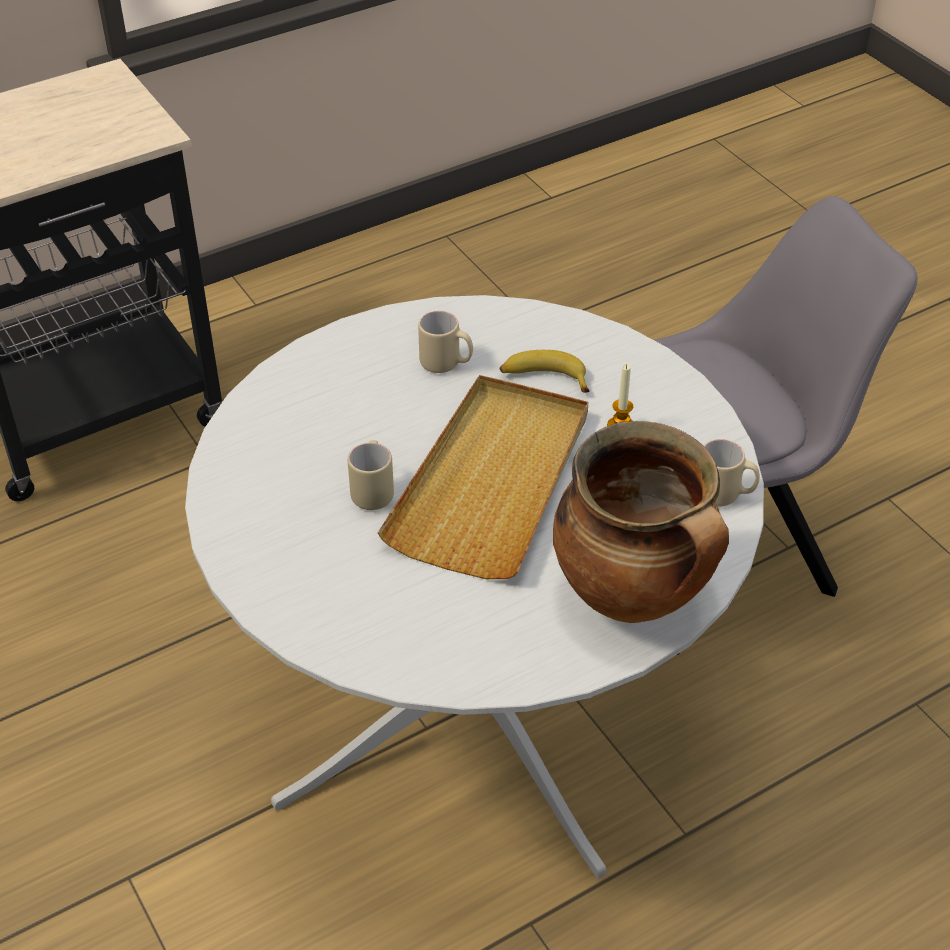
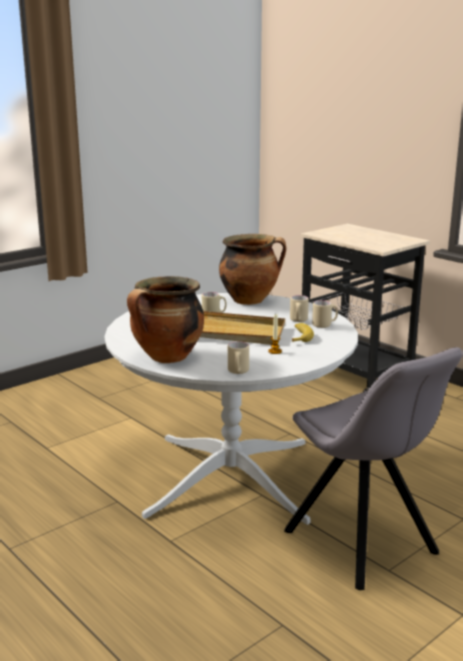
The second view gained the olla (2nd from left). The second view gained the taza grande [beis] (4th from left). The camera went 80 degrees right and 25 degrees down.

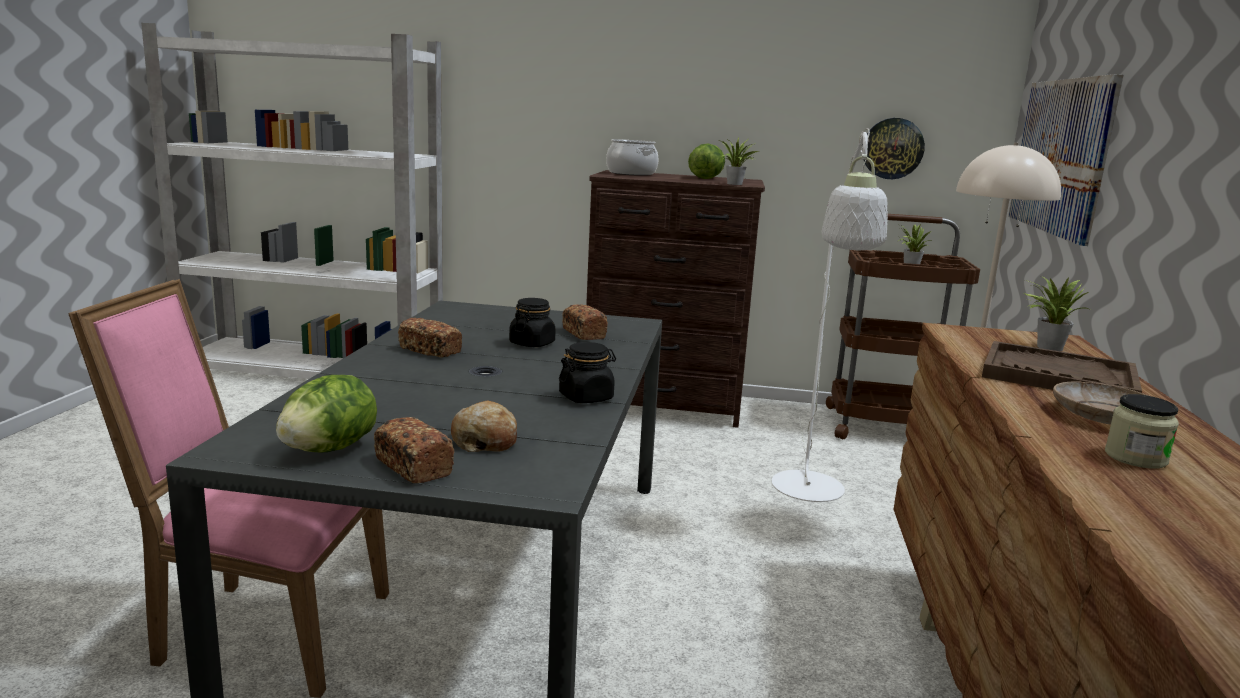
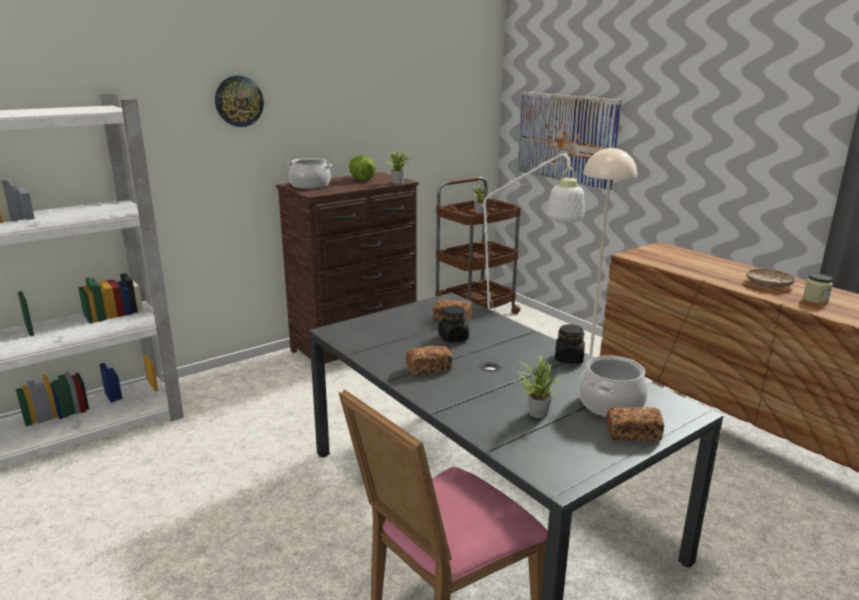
The second view lost the lechuga (1st from left). The second view lost the bandeja [marrón]. The reloj de pared ended up elsewhere. The planta en maceta (3rd from left) ended up elsewhere. Where the pan (3rd from left) stood, the olla (2nd from left) came to stand. The camera went 45 degrees left and 5 degrees up.

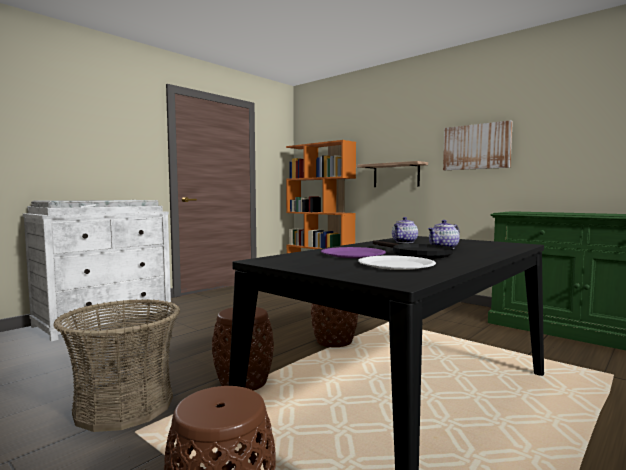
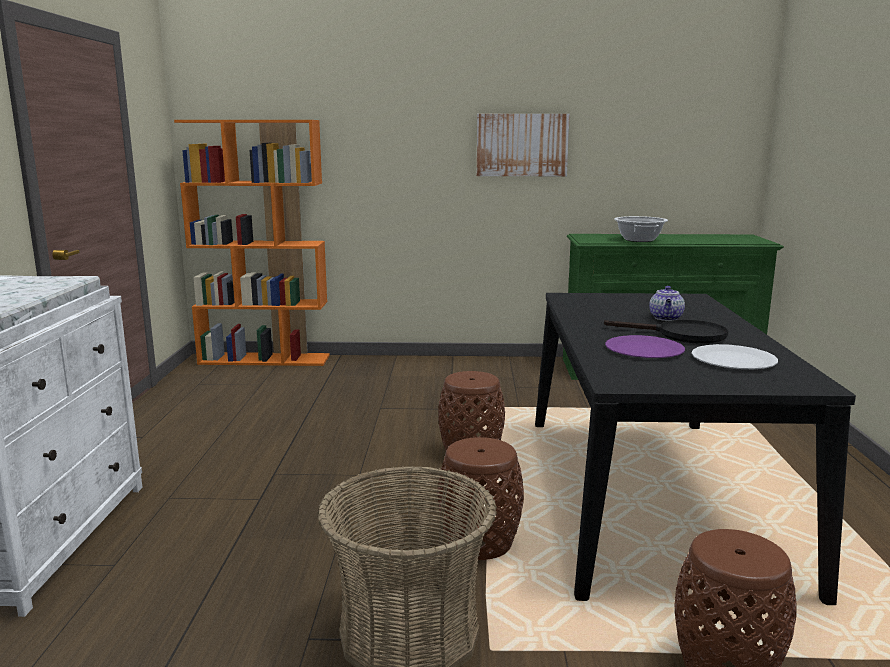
The second view lost the estante. The second view lost the tetera (1st from left). The second view gained the olla. The camera went 40 degrees left and 10 degrees up.

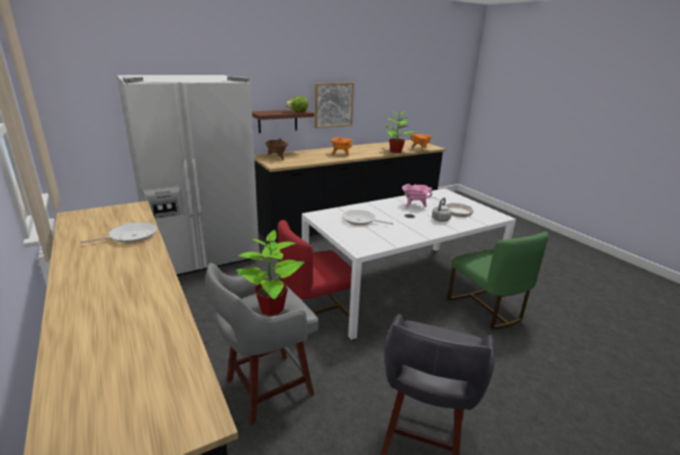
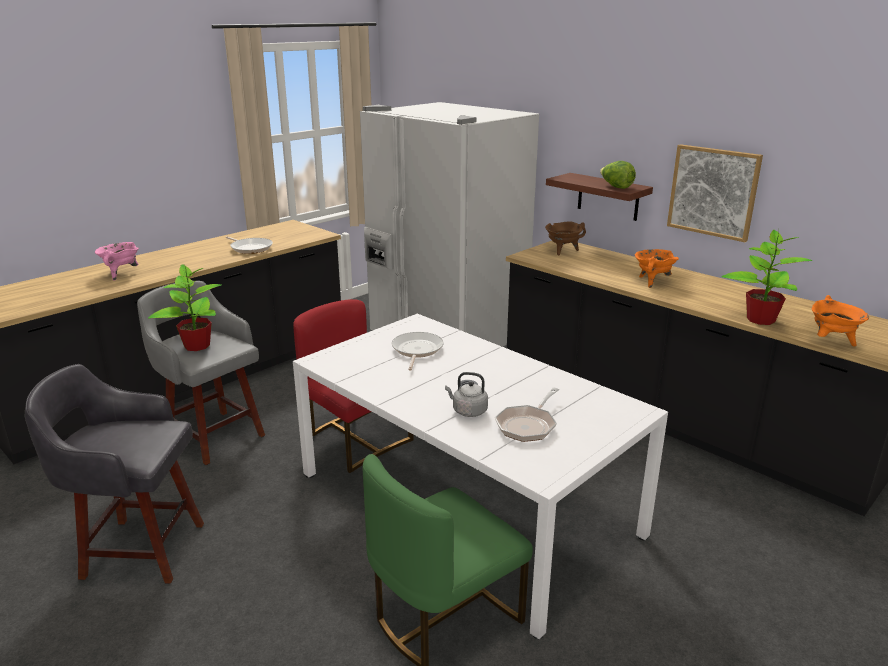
The olla [rosa] ended up elsewhere. The camera went 75 degrees right and 0 degrees up.

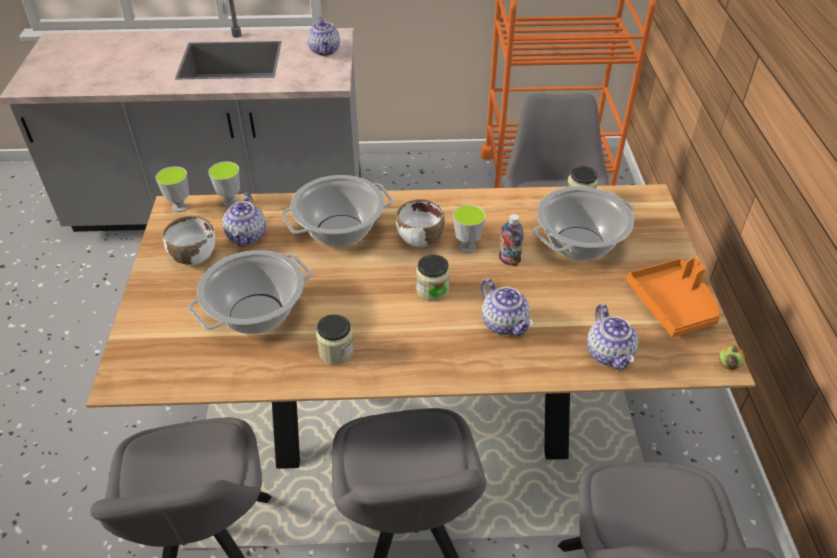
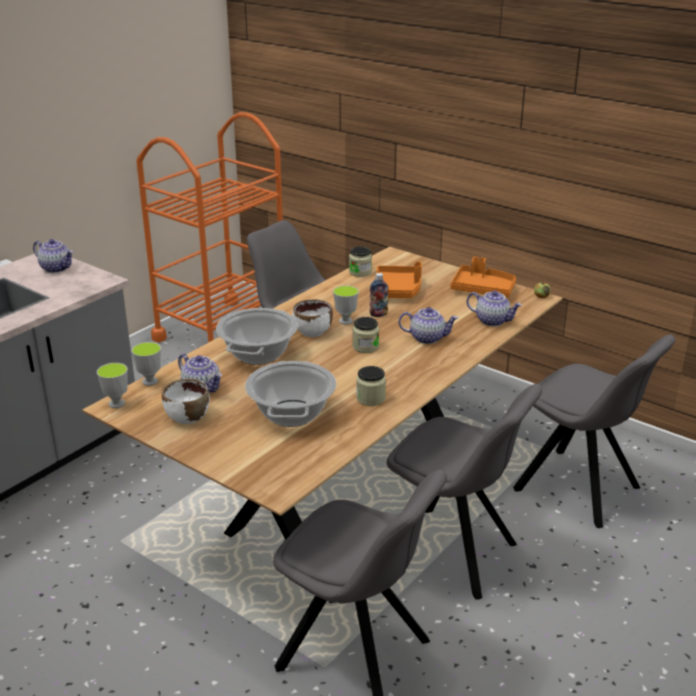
Where the olla (3rd from left) stood, the bandeja [naranja] (1st from left) came to stand. The camera went 50 degrees left and 15 degrees down.

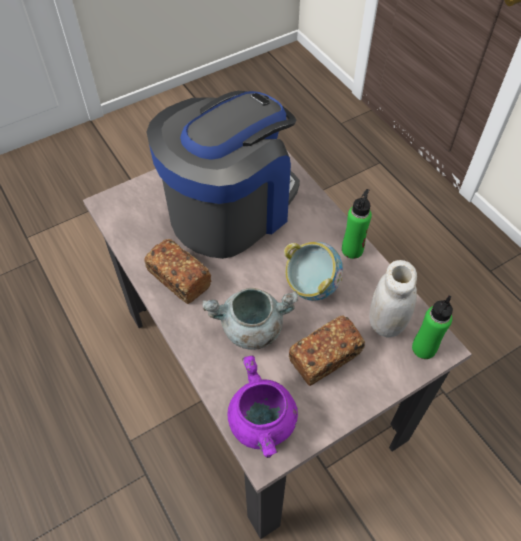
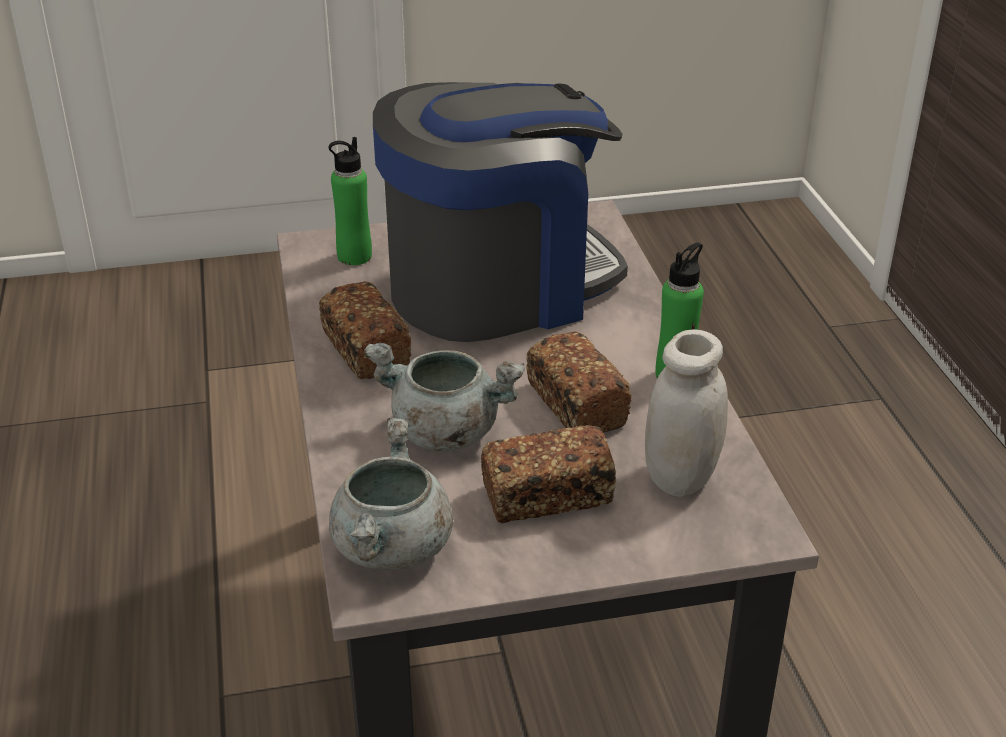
The botella [verde] (2nd from left in the first image) ended up elsewhere. Where the cuenco stood, the pan (3rd from left) came to stand. What was the olla [morado] turned into the olla [gris] (1st from left). The camera went 20 degrees right and 20 degrees down.

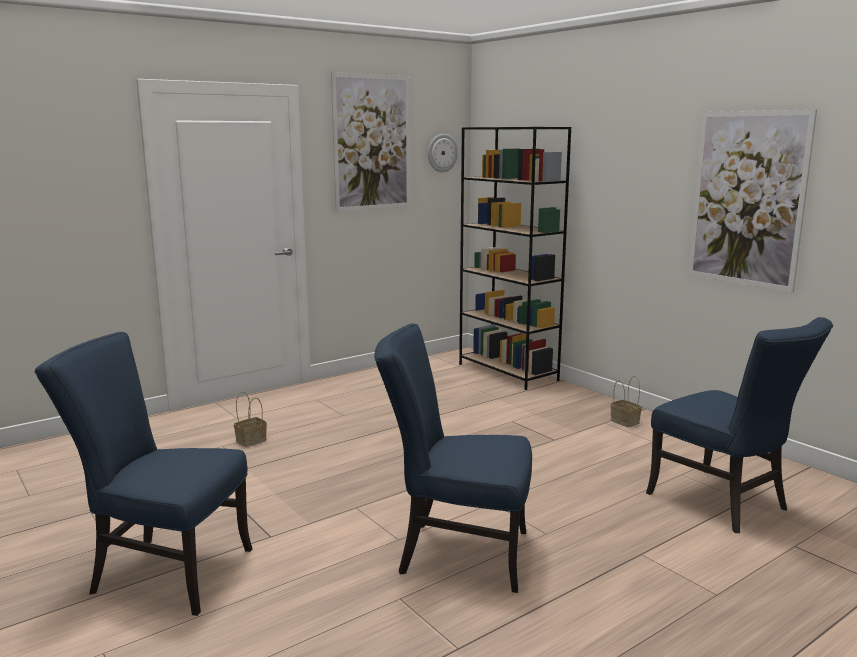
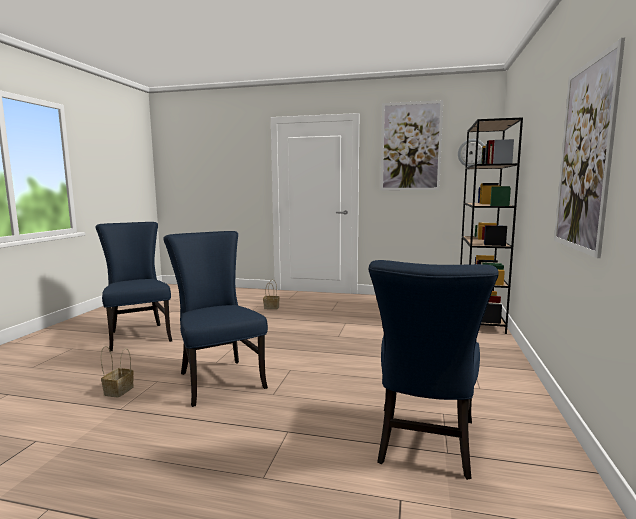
The cesta (2nd from left in the first image) ended up elsewhere. The camera went 50 degrees right and 5 degrees down.

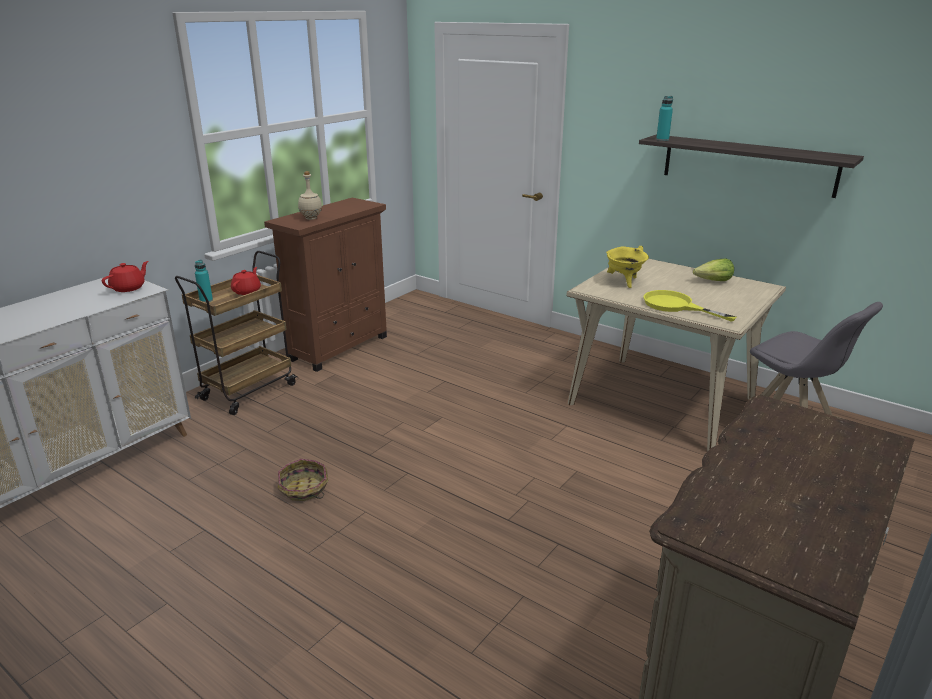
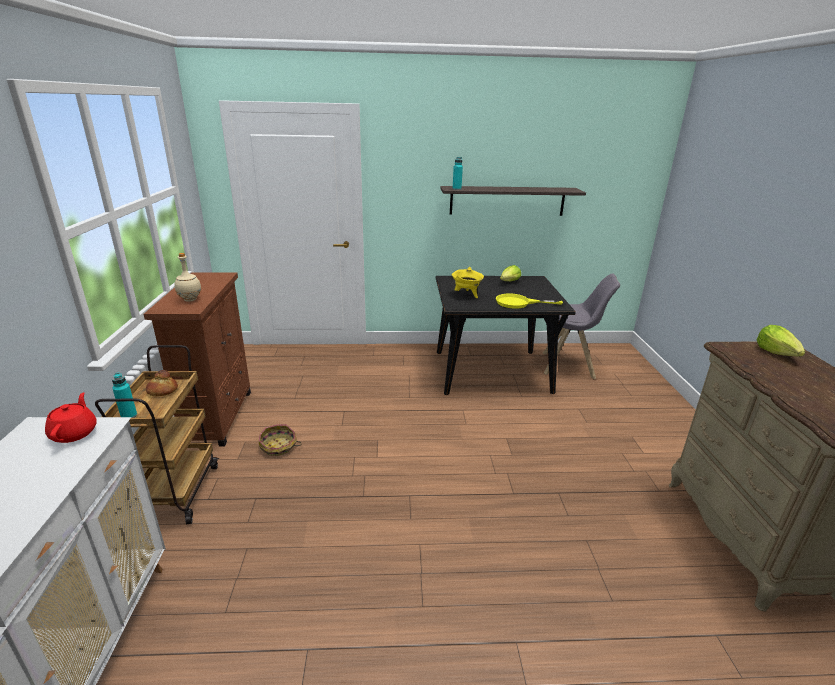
The second view gained the lechuga (2nd from left). The cesta ended up elsewhere. Where the tetera [rojo] (2nd from left) stood, the pan came to stand. What was the mesa de comedor [beis] turned into the mesa de comedor [negro]. The camera went 40 degrees left and 0 degrees up.

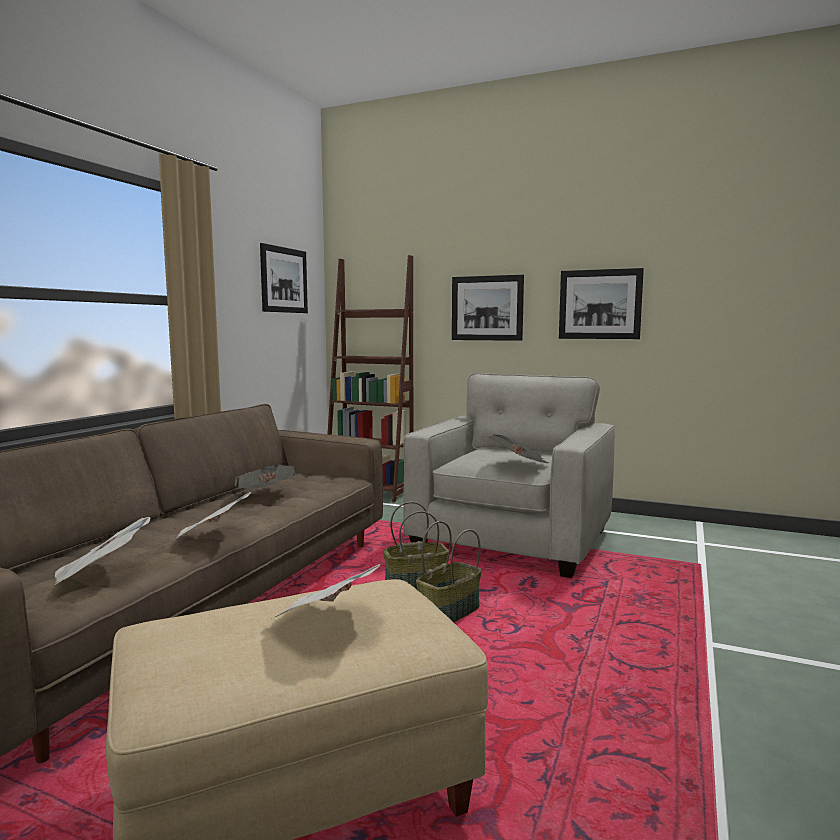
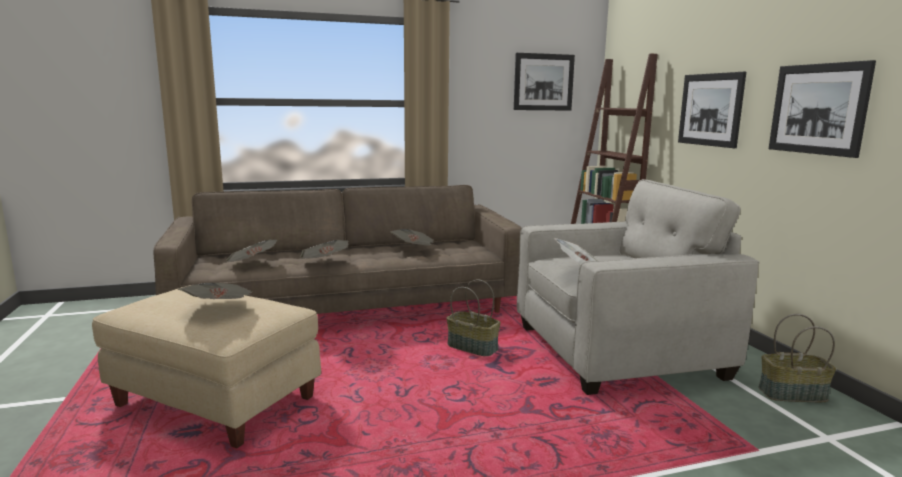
The cesta (2nd from left) ended up elsewhere. The camera went 50 degrees right and 5 degrees up.

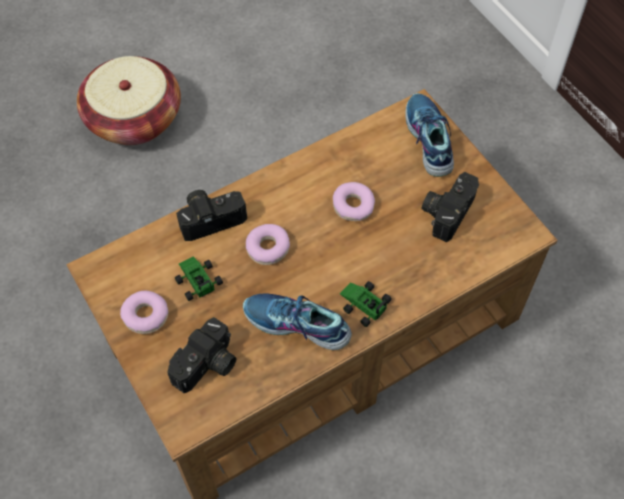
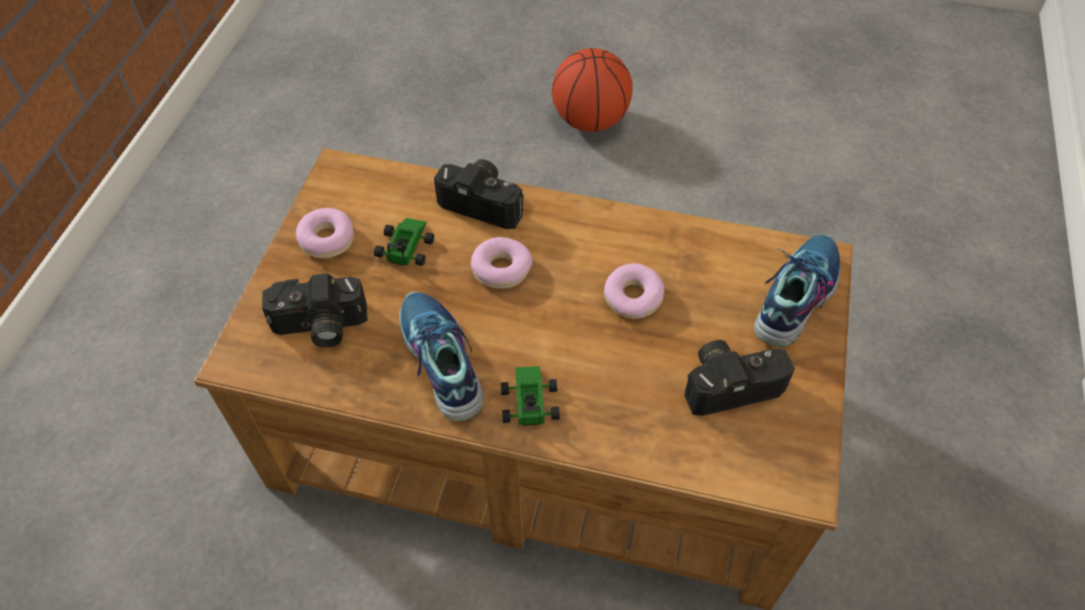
Where the cesta stood, the balón de baloncesto came to stand. The camera went 45 degrees right and 5 degrees down.

